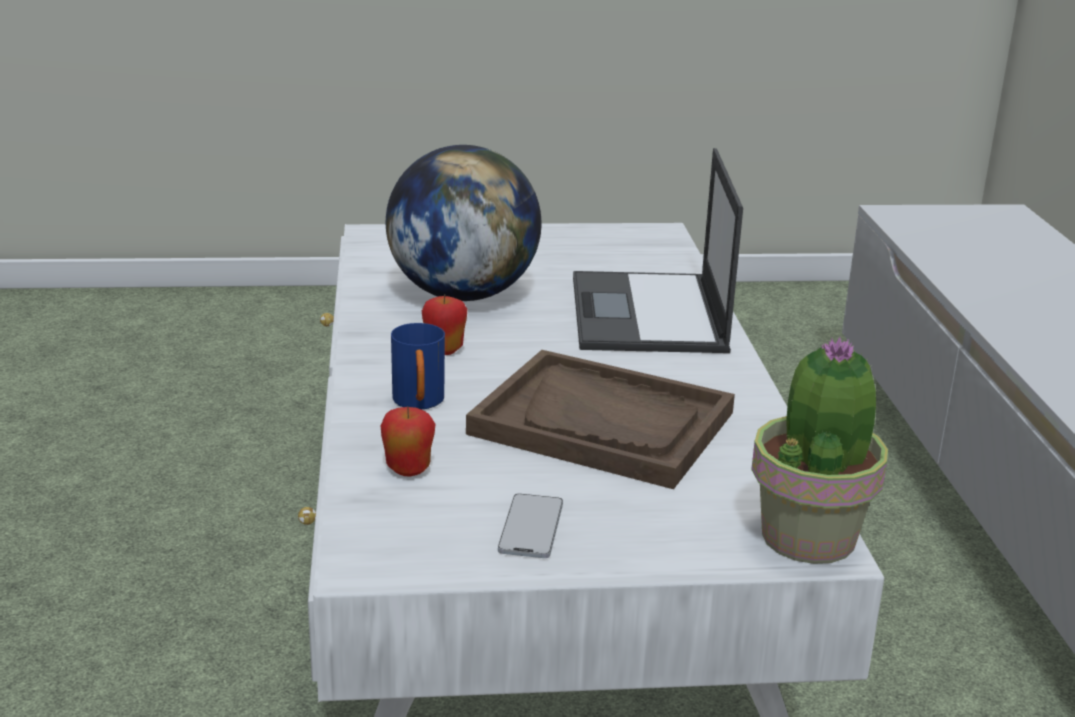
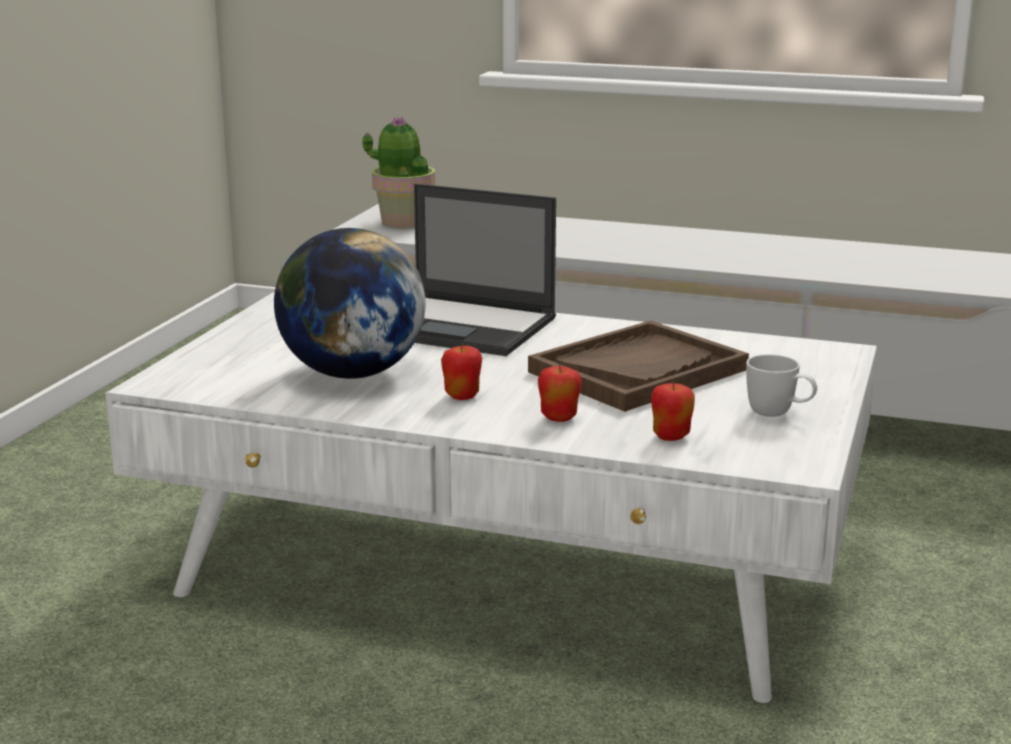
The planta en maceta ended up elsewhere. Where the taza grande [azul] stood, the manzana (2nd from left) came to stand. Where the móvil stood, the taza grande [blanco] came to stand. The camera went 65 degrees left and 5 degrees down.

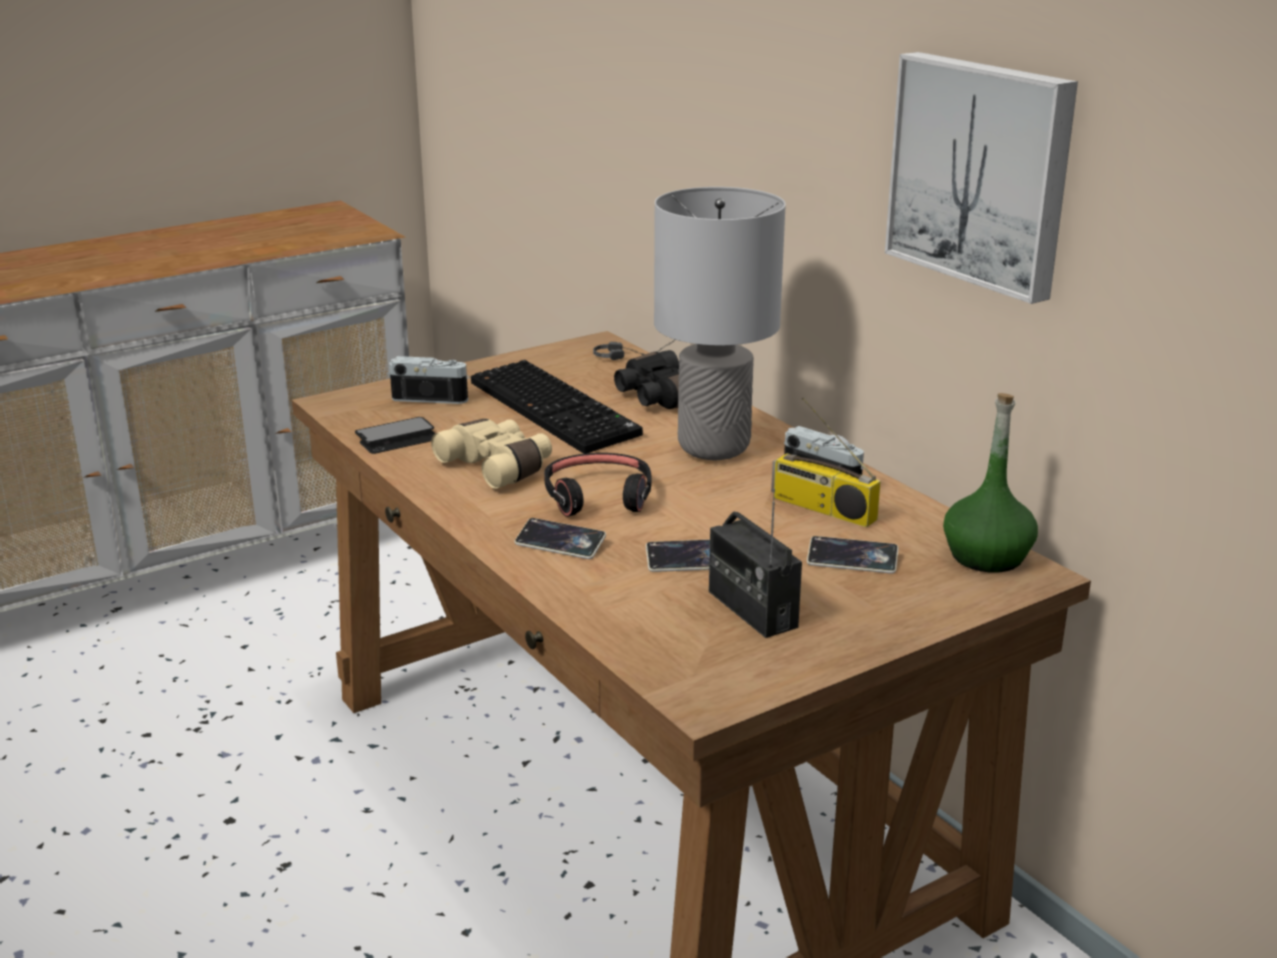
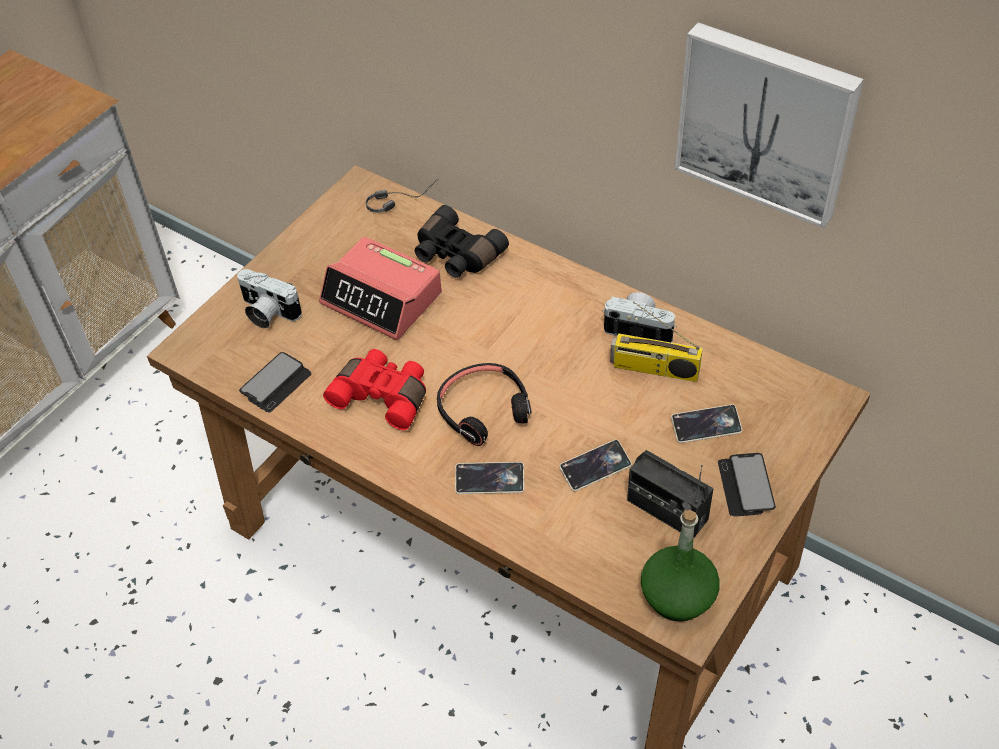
The second view lost the lámpara de mesa [gris]. The second view gained the móvil (5th from left). The botella [verde] ended up elsewhere. Where the teclado stood, the despertador came to stand. What was the prismáticos [beis] turned into the prismáticos [rojo]. The cámara (1st from left) ended up facing another way, 135 degrees counterclockwise from before. The camera went 20 degrees left and 25 degrees up.

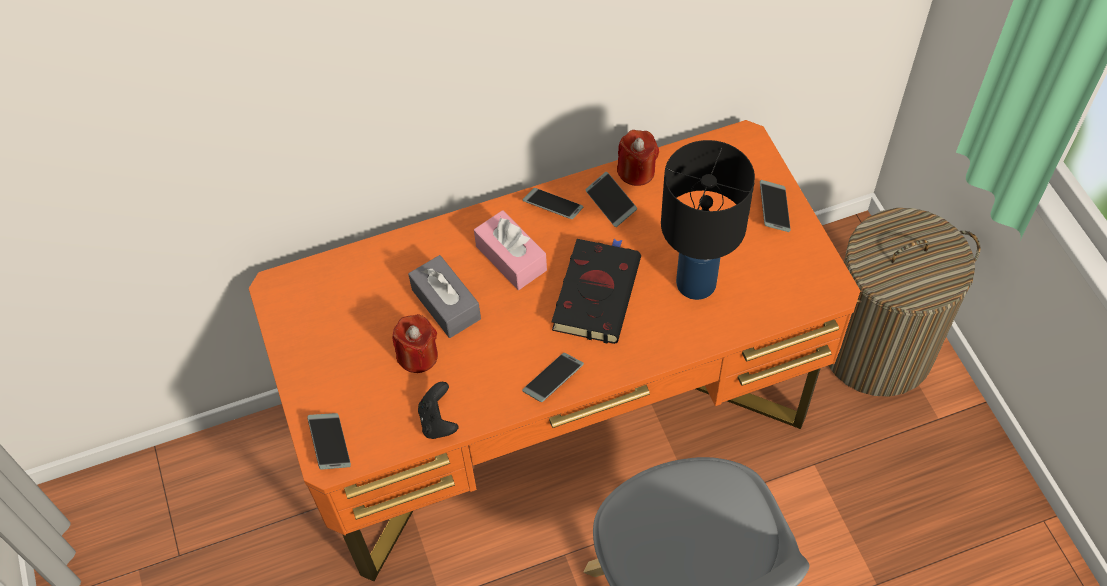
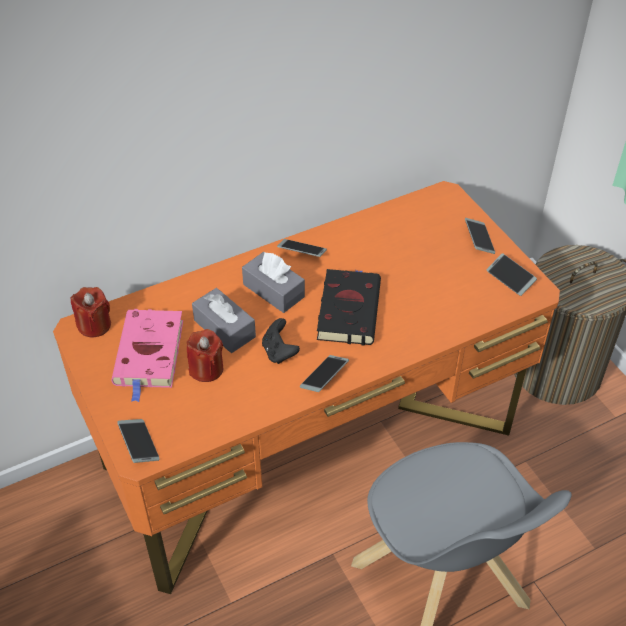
The second view lost the lámpara de mesa [negro]. The second view gained the libro [rosa]. The mando de consola [negro] ended up elsewhere. The móvil (4th from left in the first image) ended up elsewhere. The vela [rojo] (2nd from left in the first image) ended up elsewhere. What was the caja de pañuelos [rosa] turned into the caja de pañuelos [gris] (2nd from left). The camera went 10 degrees left and 10 degrees down.

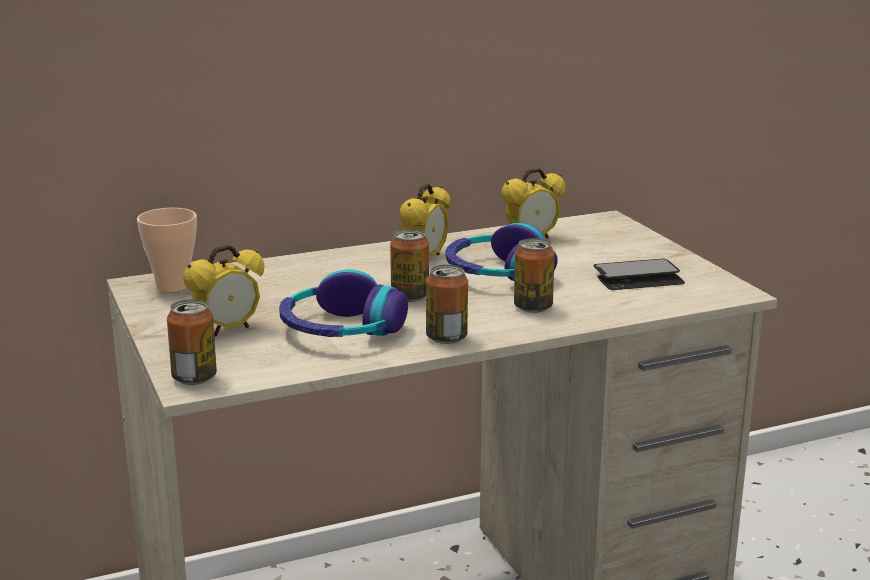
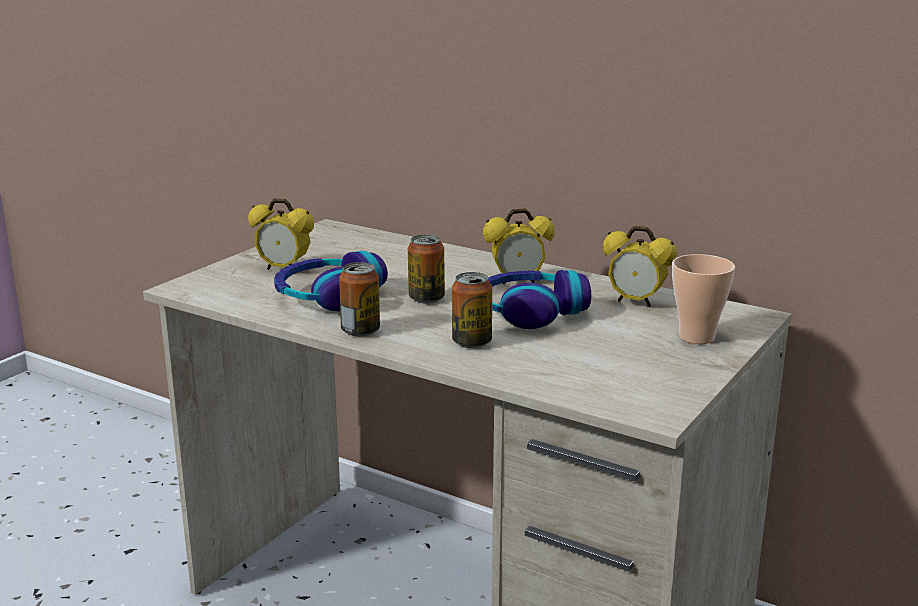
The second view lost the lata (1st from left). The second view lost the móvil. The taza ended up elsewhere. The camera went 55 degrees right and 0 degrees up.

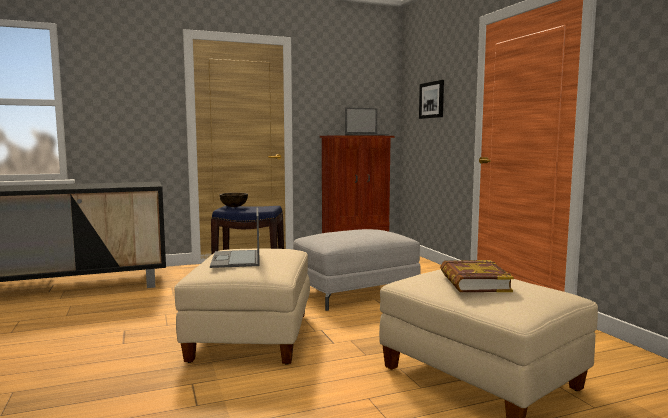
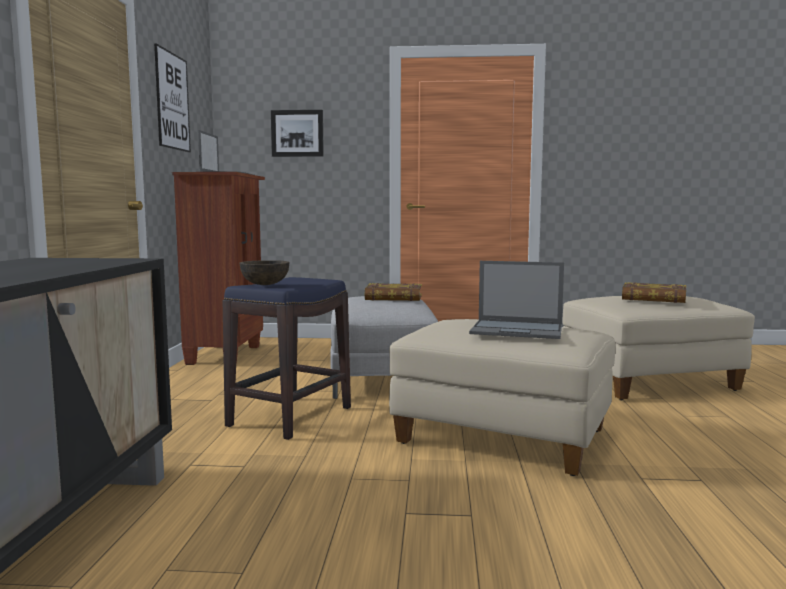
The second view gained the cuadro (1st from left). The second view gained the libro (1st from left). The camera went 65 degrees left and 0 degrees up.

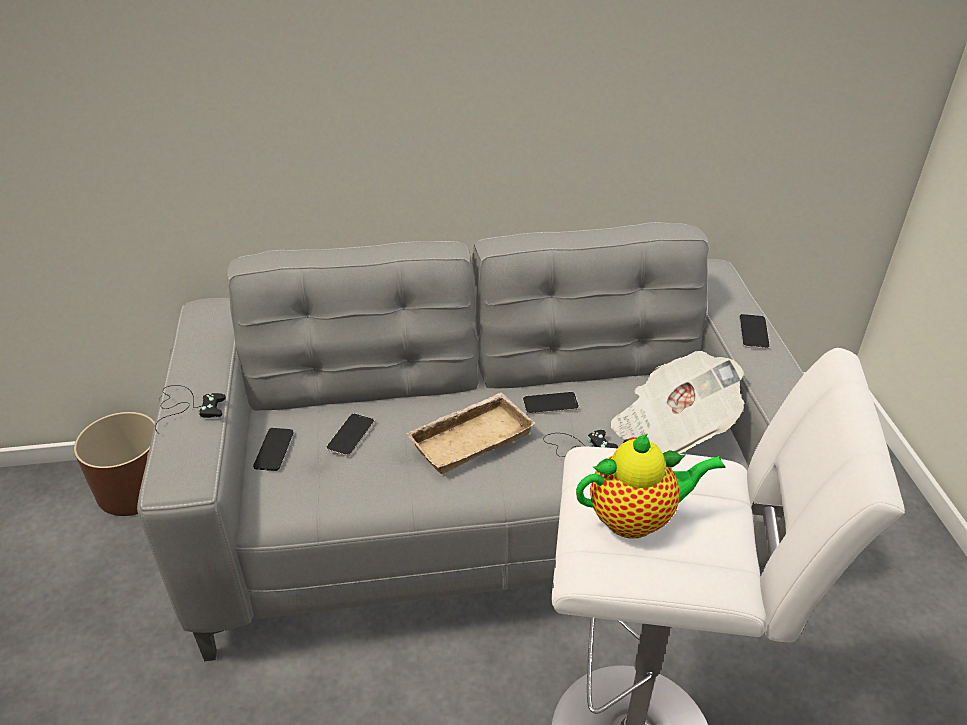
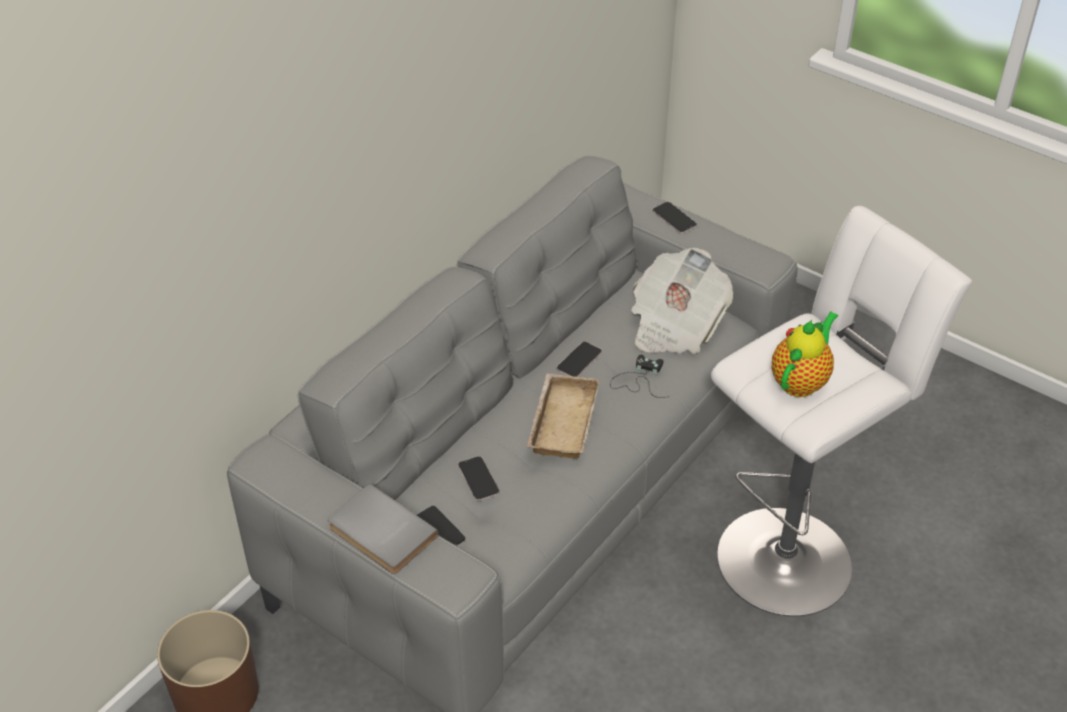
Where the mando de consola [negro] (1st from left) stood, the libro [gris] came to stand. The camera went 45 degrees left and 5 degrees up.

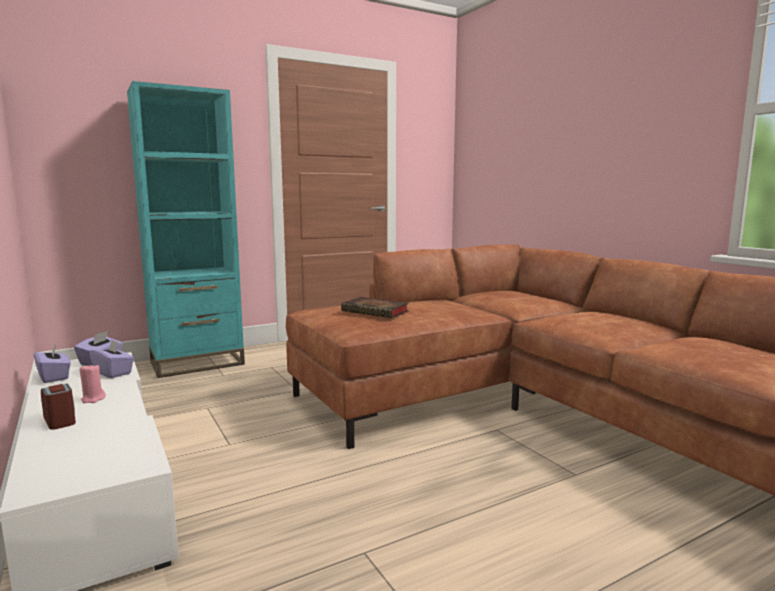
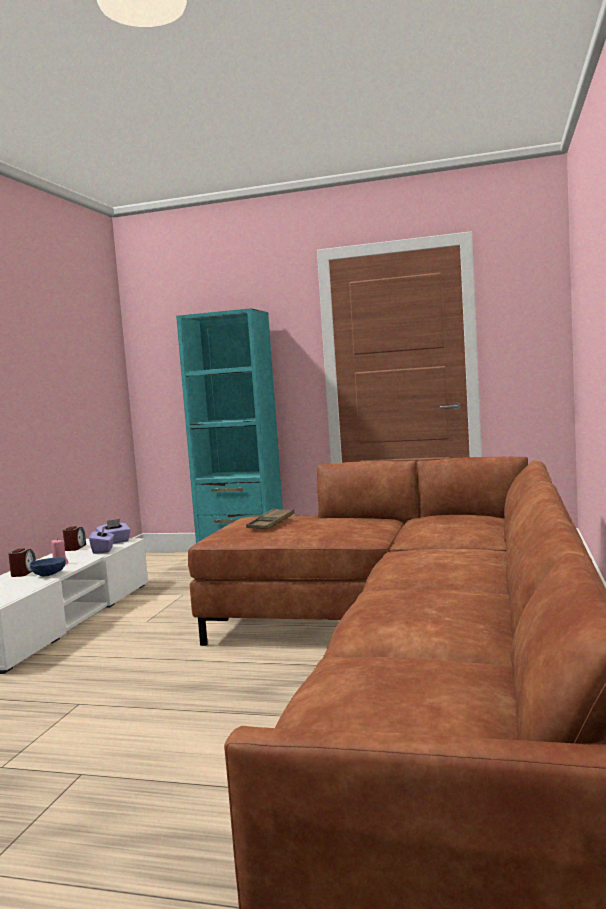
The second view gained the cuenco [azul]. Where the caja de pañuelos [morado] (1st from left) stood, the despertador (2nd from left) came to stand. Where the libro stood, the bandeja [marrón] came to stand. The camera went 45 degrees right and 5 degrees down.

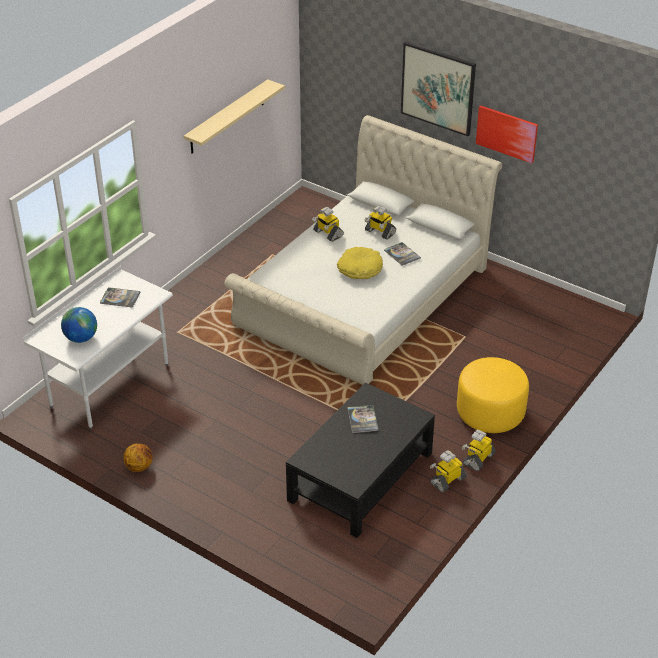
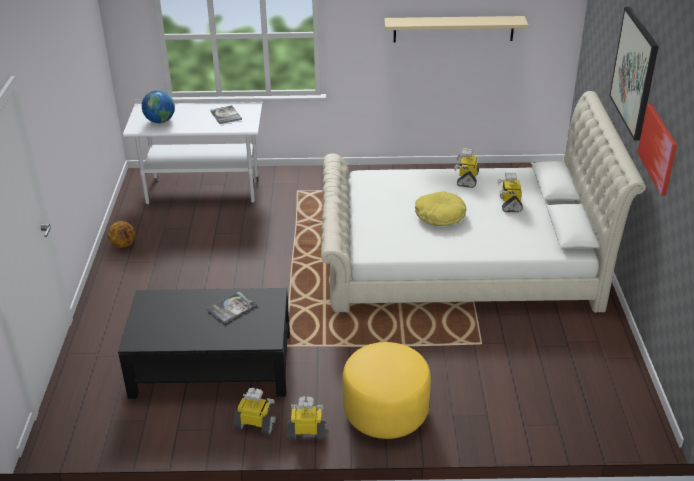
The second view lost the libro (3rd from left). The camera went 55 degrees right and 5 degrees down.

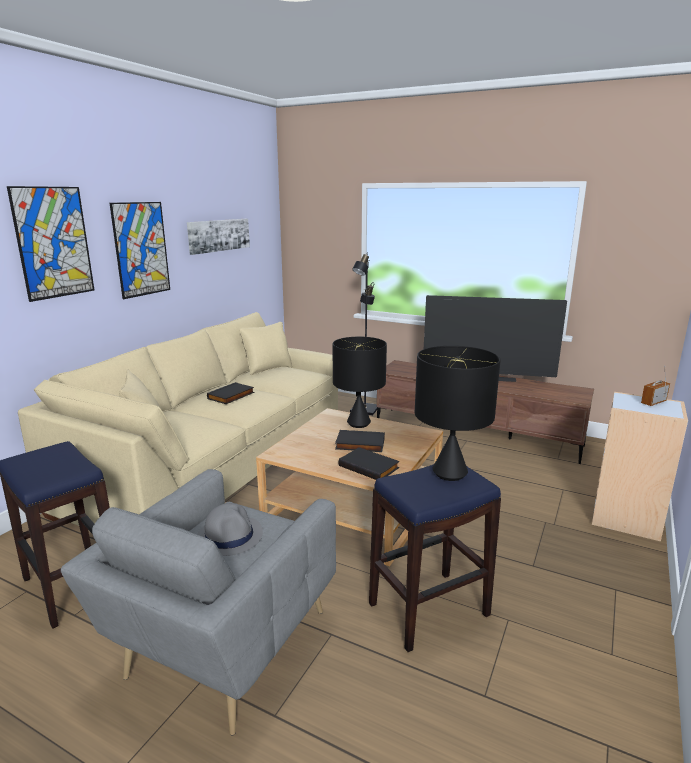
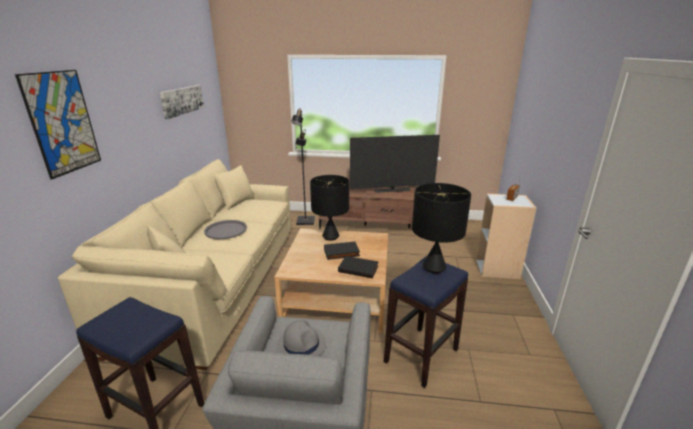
The second view lost the cuadro (2nd from left). Where the libro [negro] (1st from left) stood, the bandeja [gris] came to stand. The camera went 20 degrees left and 5 degrees up.

